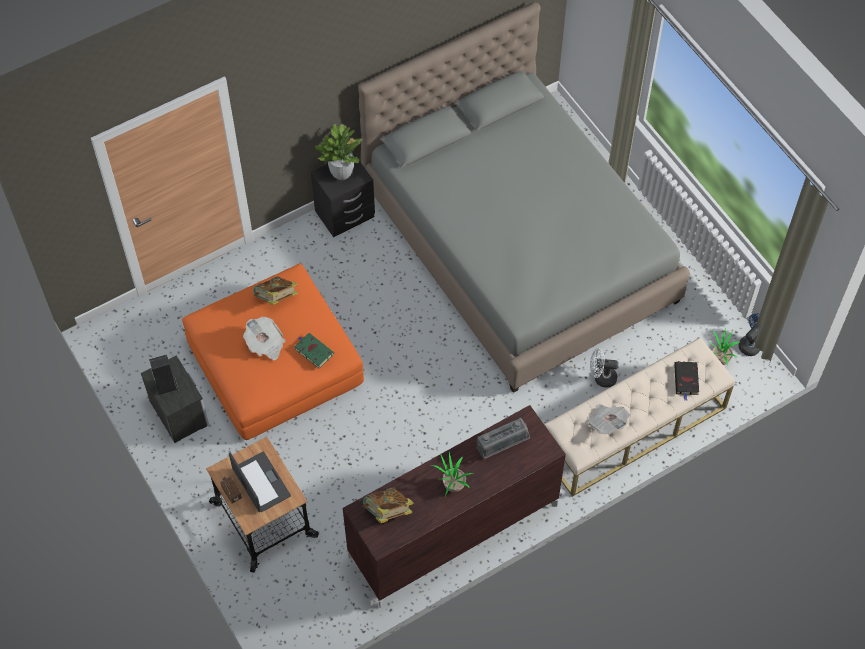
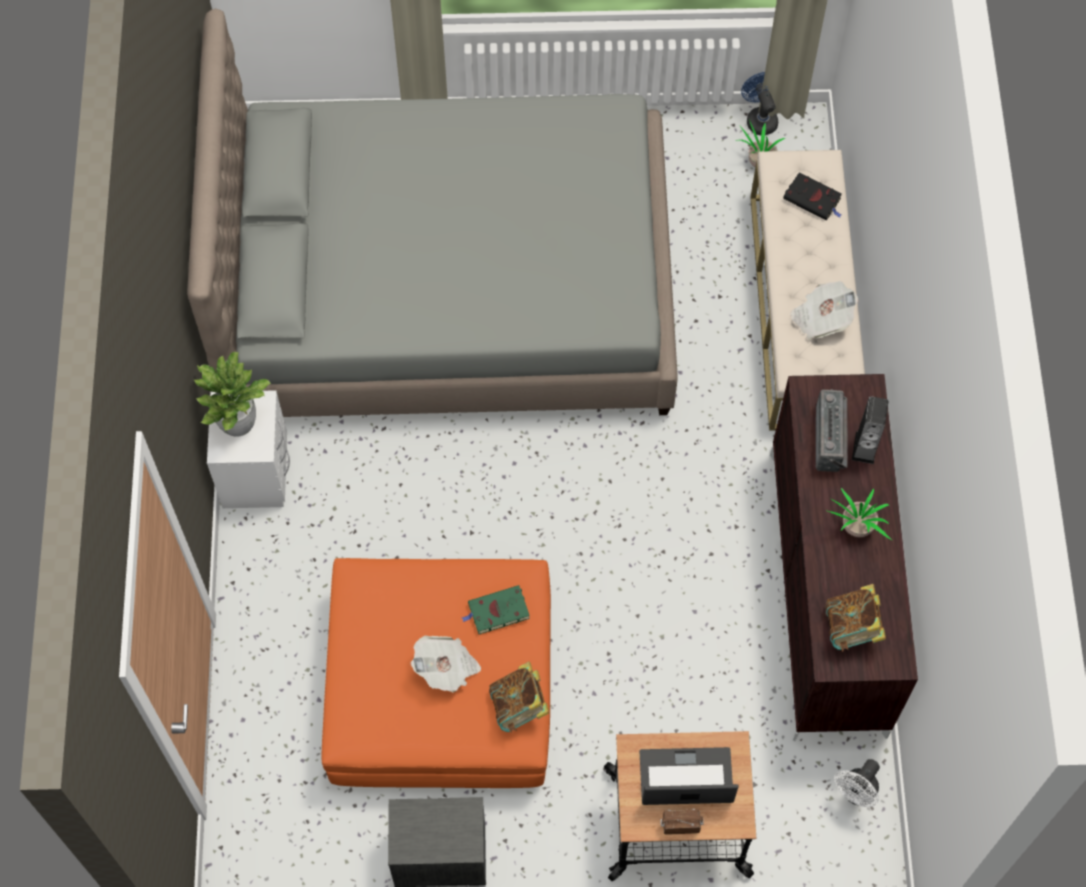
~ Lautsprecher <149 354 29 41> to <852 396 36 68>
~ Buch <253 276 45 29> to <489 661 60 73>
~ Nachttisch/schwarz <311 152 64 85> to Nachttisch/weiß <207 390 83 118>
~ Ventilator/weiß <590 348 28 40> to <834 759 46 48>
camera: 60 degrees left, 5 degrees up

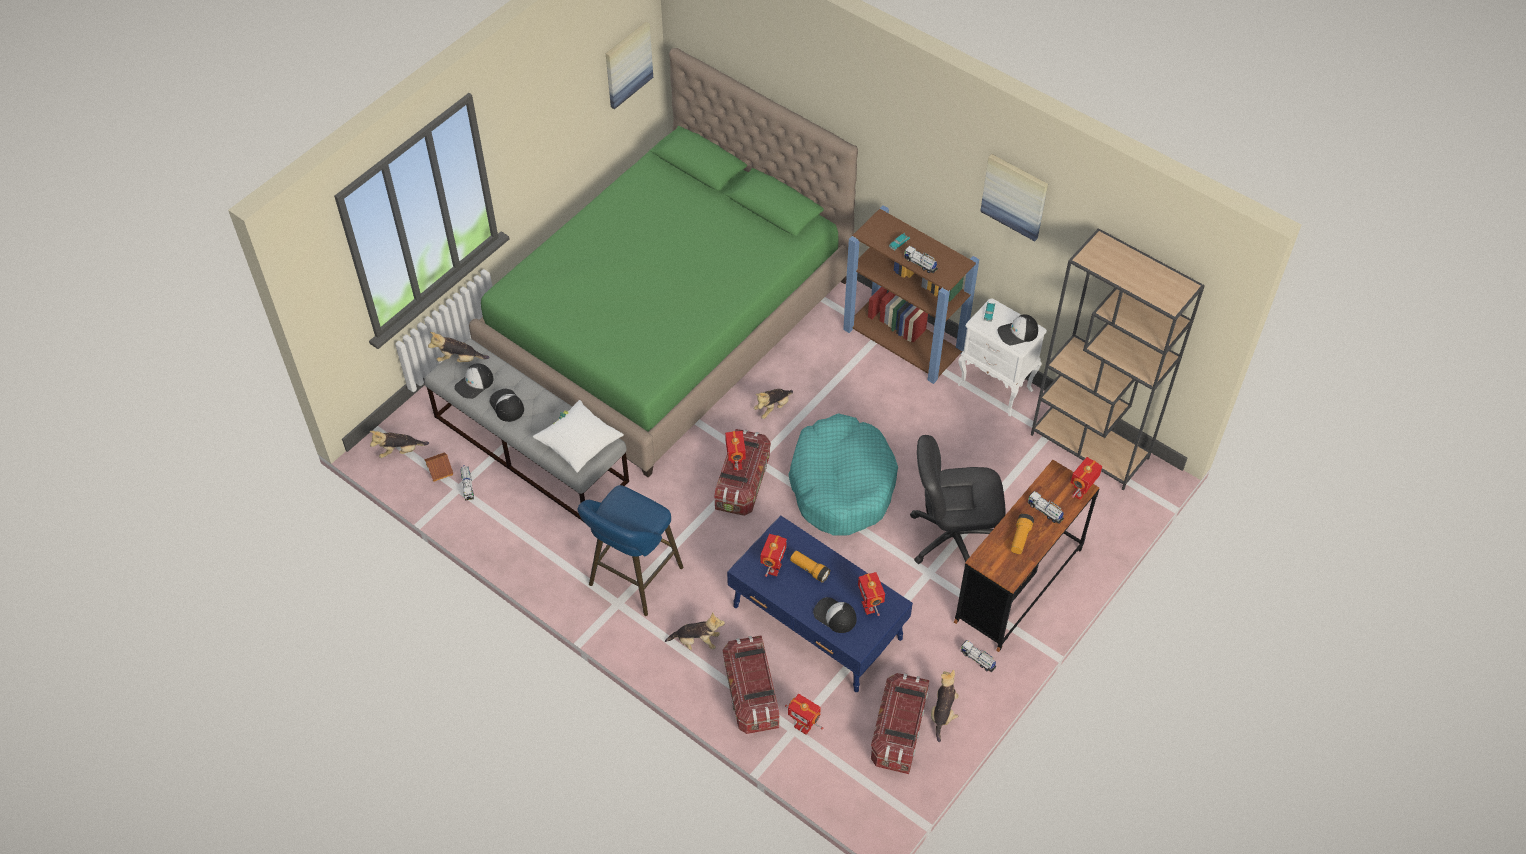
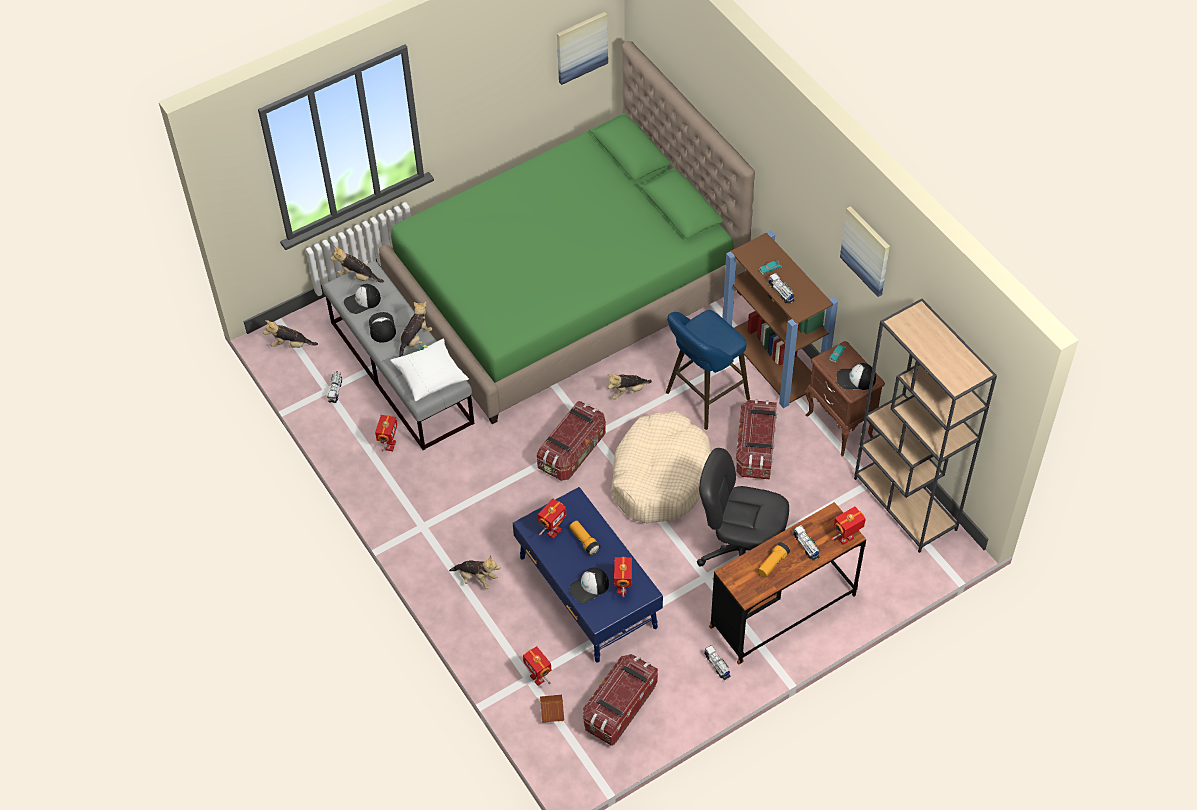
~ Spielzeughaus <424 452 29 30> to <540 695 24 28>
~ Hocker/blau <578 485 105 131> to <666 310 84 120>
~ Aufbewahrungsbox <723 636 56 98> to <736 399 41 80>
~ Spielzeugroboter <725 431 21 40> to <375 415 22 36>
~ Hundebett/türkis <788 413 110 123> to Hundebett/beige <611 411 101 112>
~ Kappe <813 597 43 36> = <569 567 40 36> 90 degrees counterclockwise
~ Plüschtier <931 670 28 72> to <399 302 33 55>
~ Nachttisch/weiß <958 298 89 118> to Nachttisch/braun <805 341 80 116>
camera: 20 degrees right, 0 degrees up

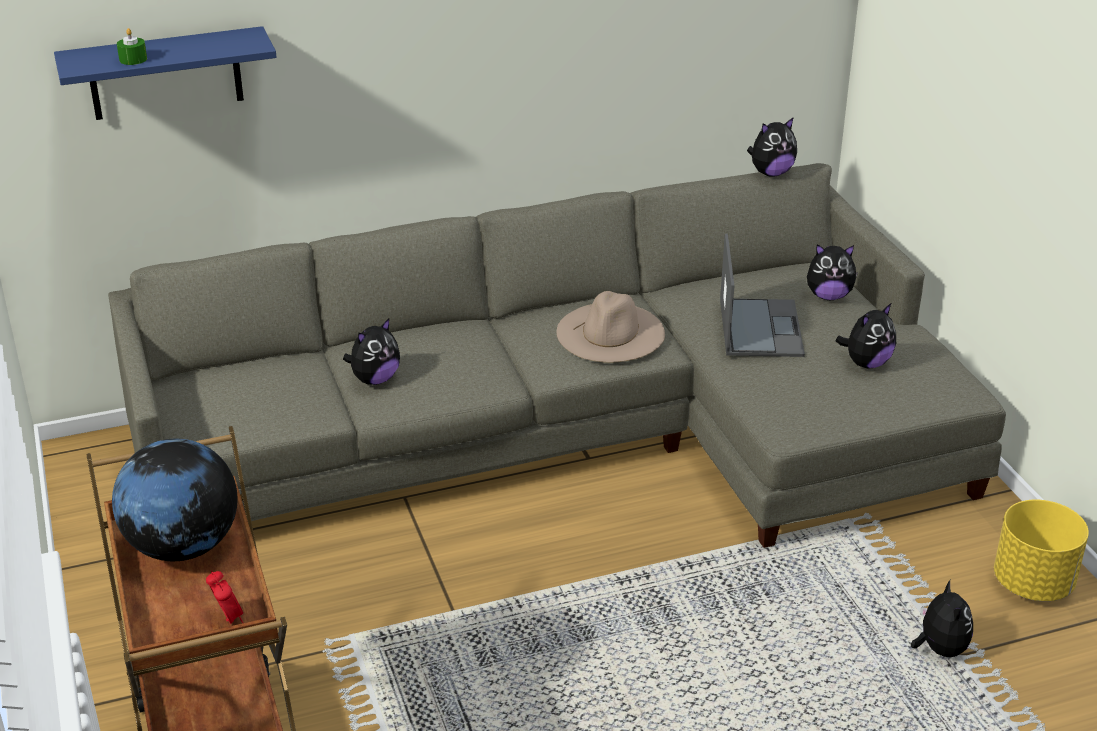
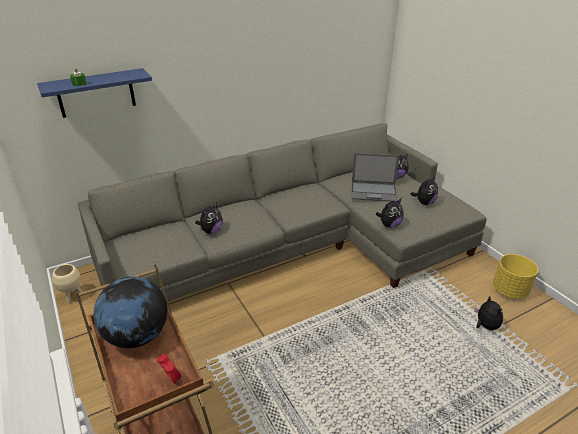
- Hut/beige <557 291 108 72>
~ Laptop <720 233 85 124> = <351 153 48 49> 105 degrees clockwise
~ Plüschtier <747 117 50 60> to <376 199 28 29>
+ Pflanzkübel/beige <52 264 30 40>
camera: 10 degrees left, 0 degrees up

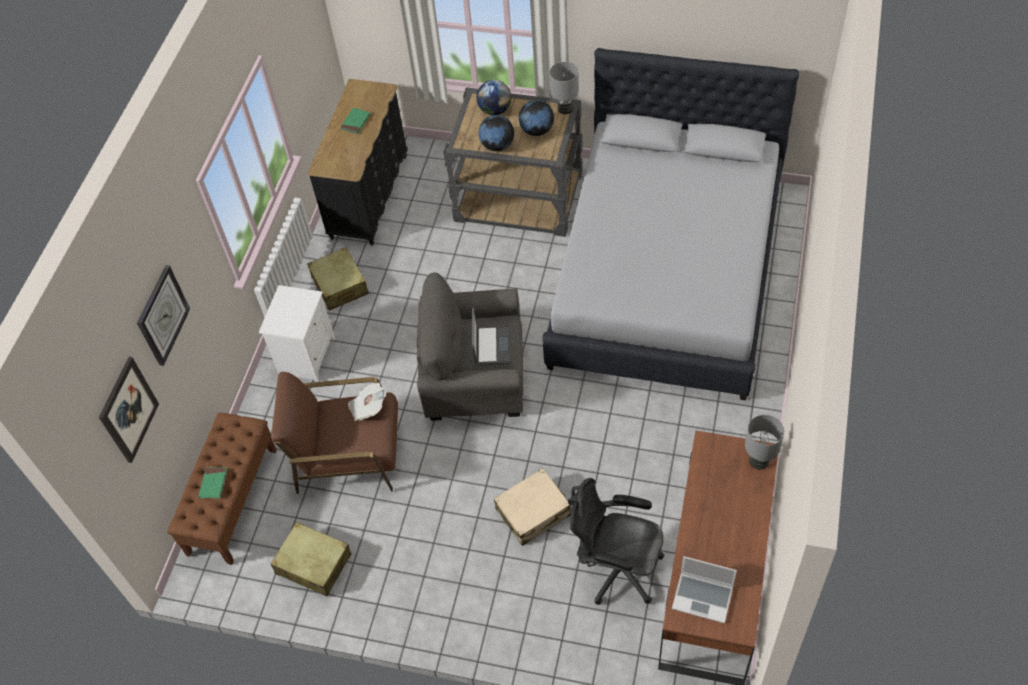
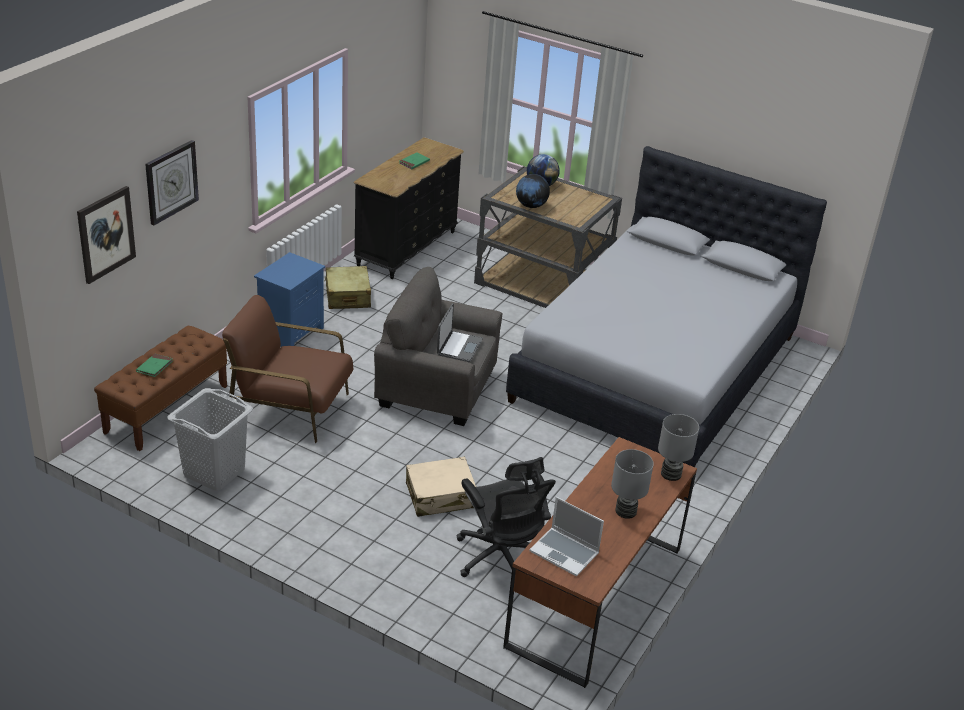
~ Nachttisch/weiß <259 285 76 97> to Nachttisch/blau <254 252 71 95>
~ Koffer/beige <271 522 80 74> to Wäschekorb/grau <167 388 86 103>
- Zeitung <348 383 38 38>
- Globus <519 100 35 36>
~ Tischlampe/grau <550 62 29 52> to <611 449 43 70>
~ Bürostuhl <568 478 96 127> = <457 457 99 120> 150 degrees counterclockwise
camera: 10 degrees right, 20 degrees down

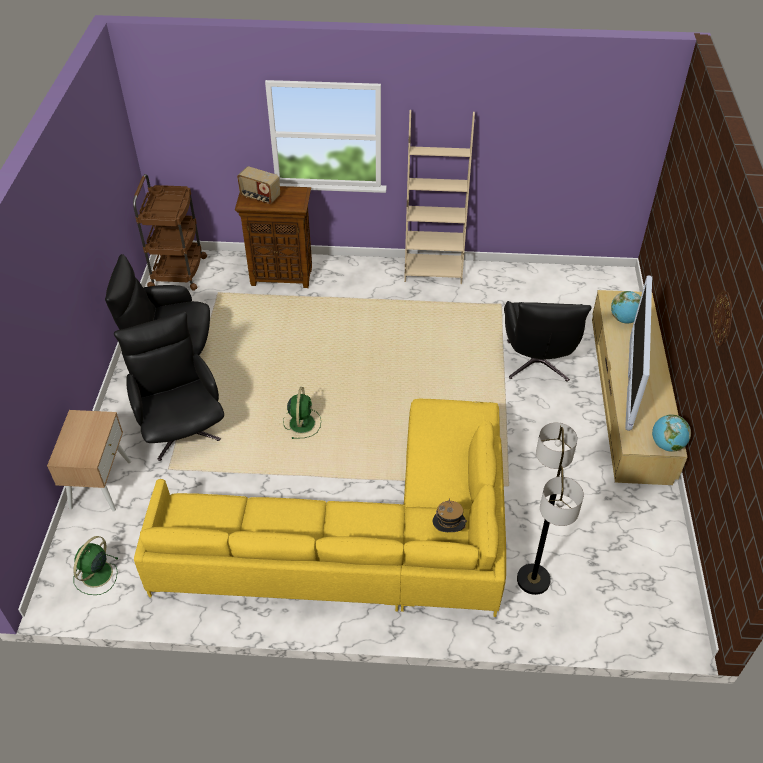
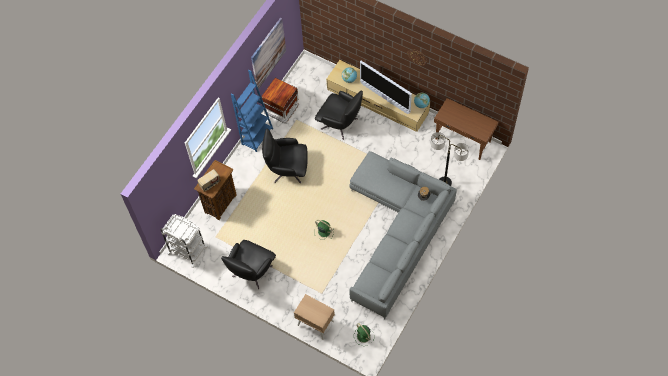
~ Sessel/schwarz <114 311 110 150> to <262 129 46 54>
~ Rollwagen/braun <133 174 74 117> to Rollwagen/weiß <160 214 48 54>
~ Sofa/gelb <134 399 372 218> to Sofa/grau <349 151 108 169>
~ Bücherregal/beige <404 110 71 174> to Bücherregal/blau <231 70 42 82>
+ Bild <251 18 35 71>
+ Nachttisch <261 78 38 46>
+ Konsolentisch/braun <434 98 64 62>
camera: 60 degrees left, 15 degrees up

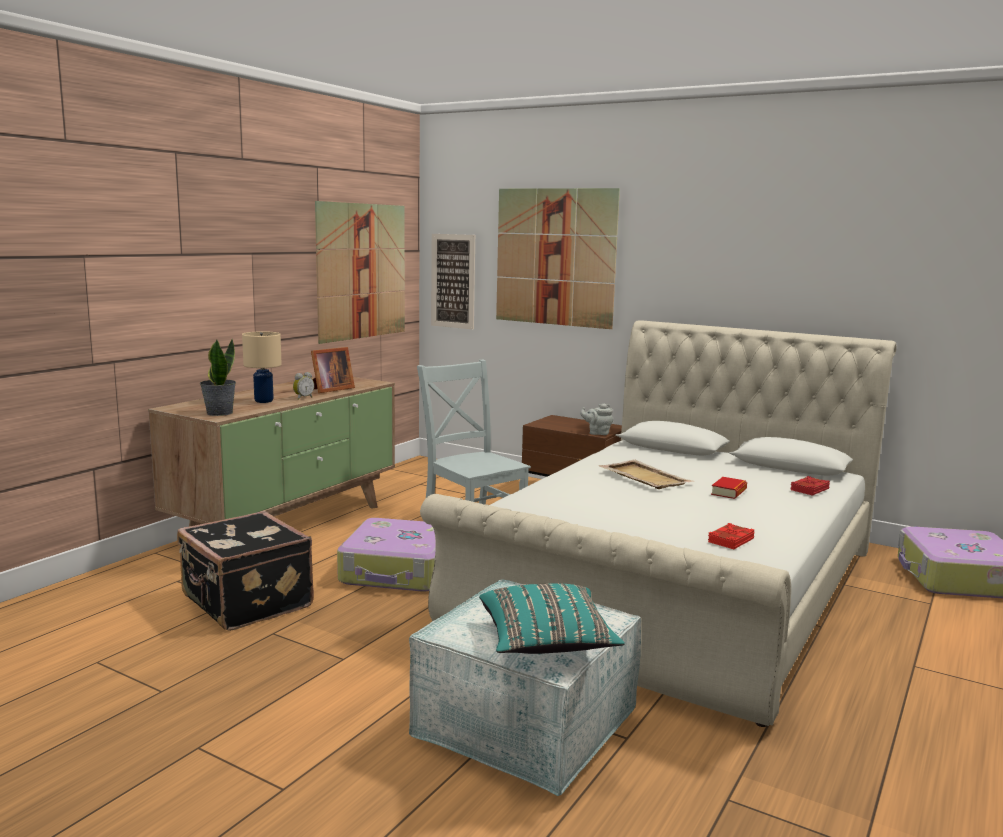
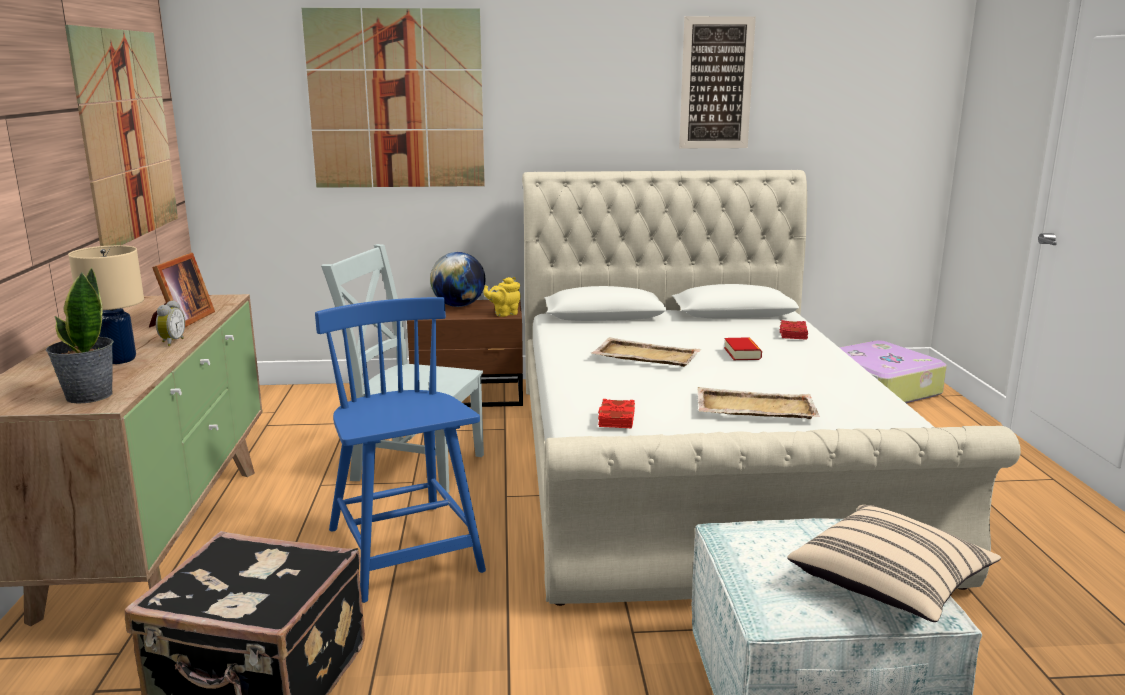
~ Koffer <337 518 98 74> to Stuhl/blau <315 297 171 306>
~ Bild <431 234 44 95> to <679 16 77 132>
~ Kissen/türkis <479 583 146 71> to Kissen/beige <788 505 213 117>
~ Teekanne/grau <580 403 33 32> to Teekanne/gelb <484 277 36 40>
~ Buch/rot <708 523 47 26> to <598 399 37 29>
+ Globus <430 252 55 55>
+ Tablett/beige <697 387 123 32>
camera: 35 degrees left, 5 degrees up

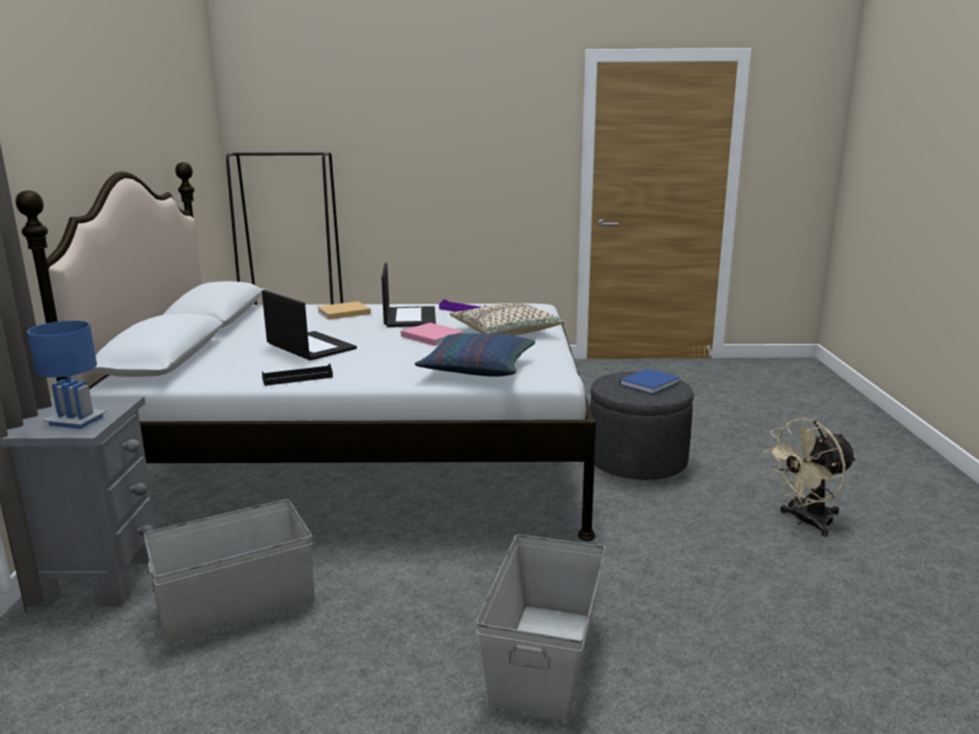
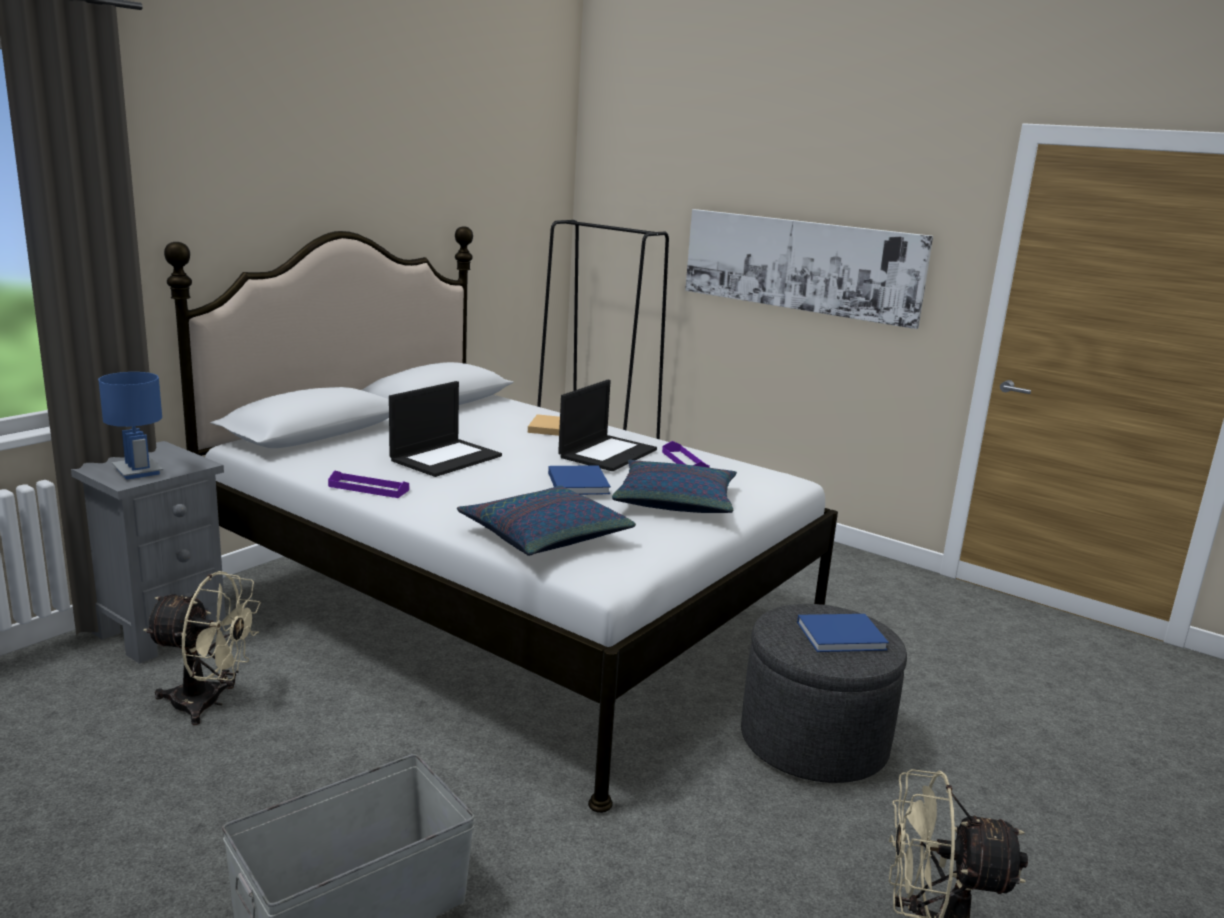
~ Aufbewahrungsbox/grau <143 499 171 146> to Ventilator/beige <143 571 118 154>
~ Laptop <262 290 95 71> = <389 381 113 96> 45 degrees clockwise
~ Tablett/schwarz <262 364 71 22> to Tablett/lila <328 470 81 28>
~ Buch/rosa <401 323 63 23> to Buch/blau <548 465 63 30>
~ Kissen/beige <450 303 113 33> to Kissen/blau <612 460 125 53>
+ Bild <685 209 248 120>
camera: 35 degrees right, 0 degrees up

